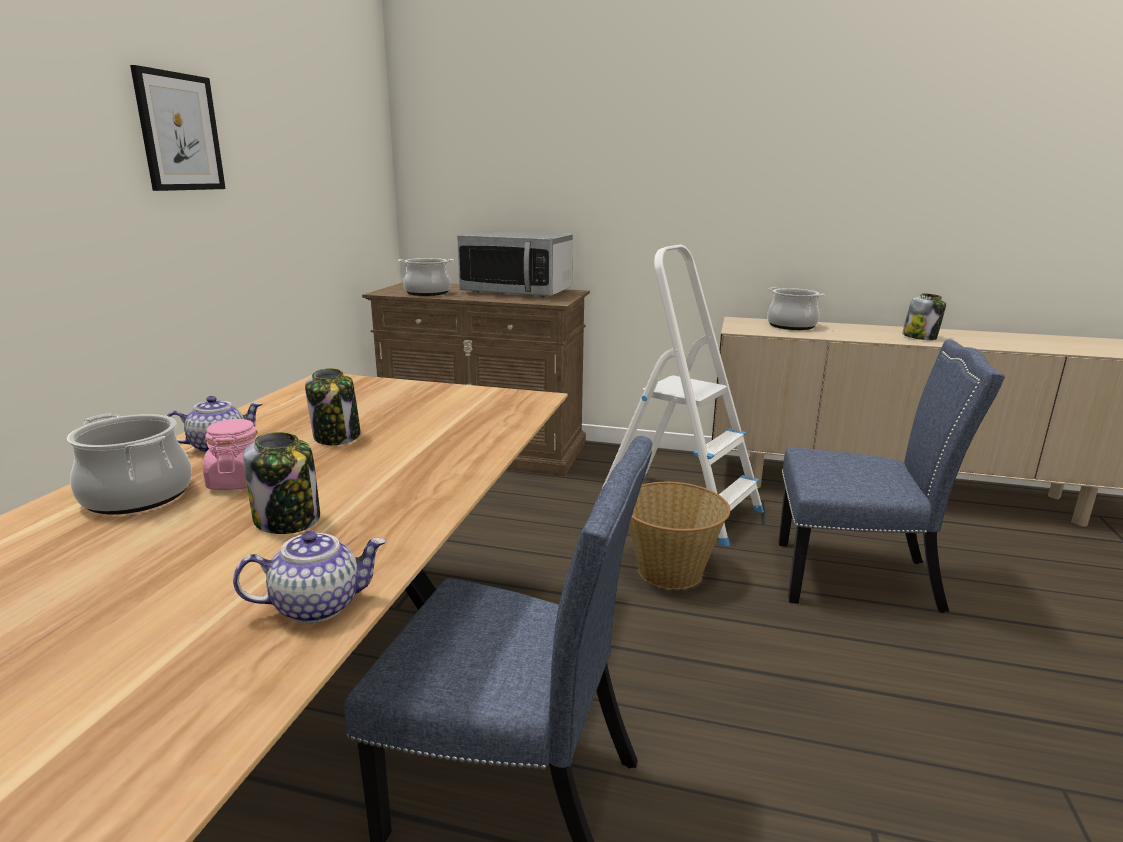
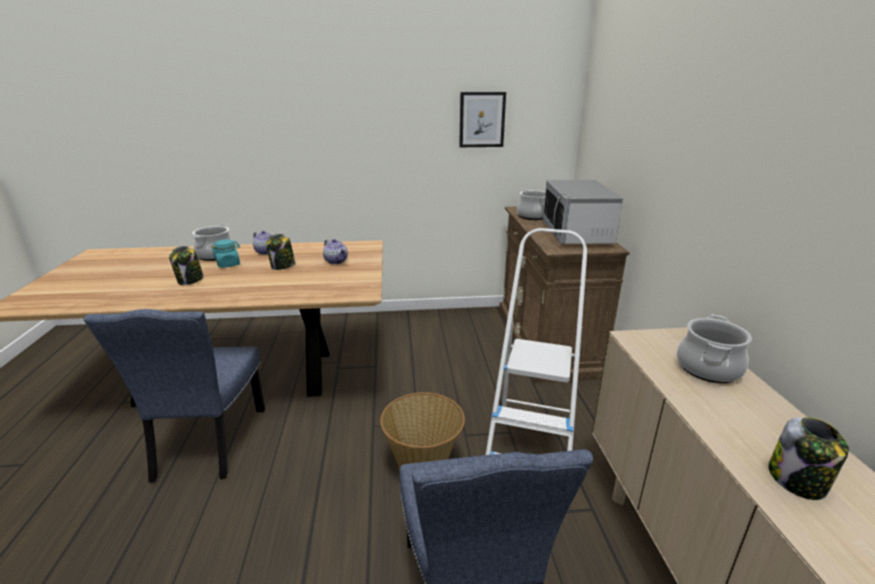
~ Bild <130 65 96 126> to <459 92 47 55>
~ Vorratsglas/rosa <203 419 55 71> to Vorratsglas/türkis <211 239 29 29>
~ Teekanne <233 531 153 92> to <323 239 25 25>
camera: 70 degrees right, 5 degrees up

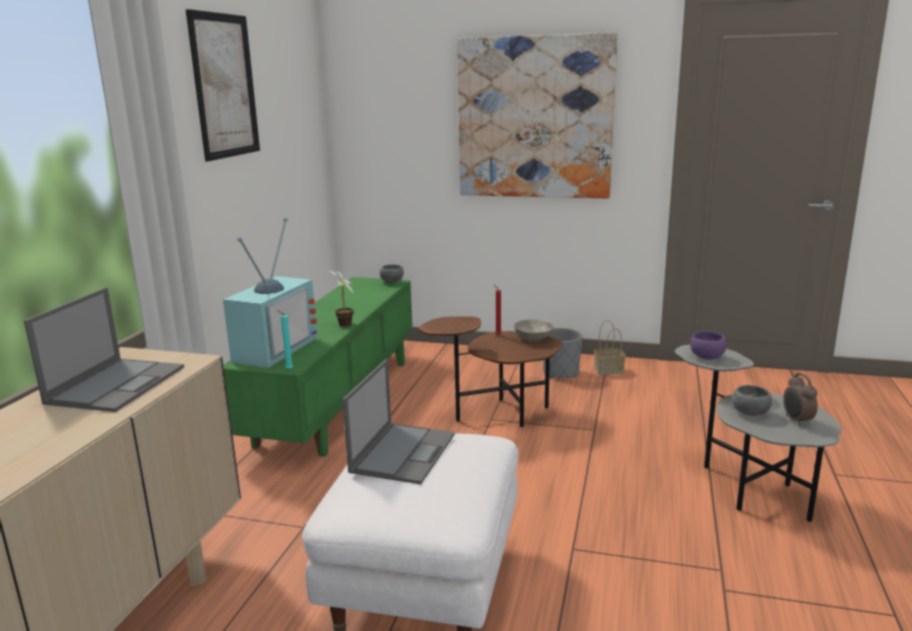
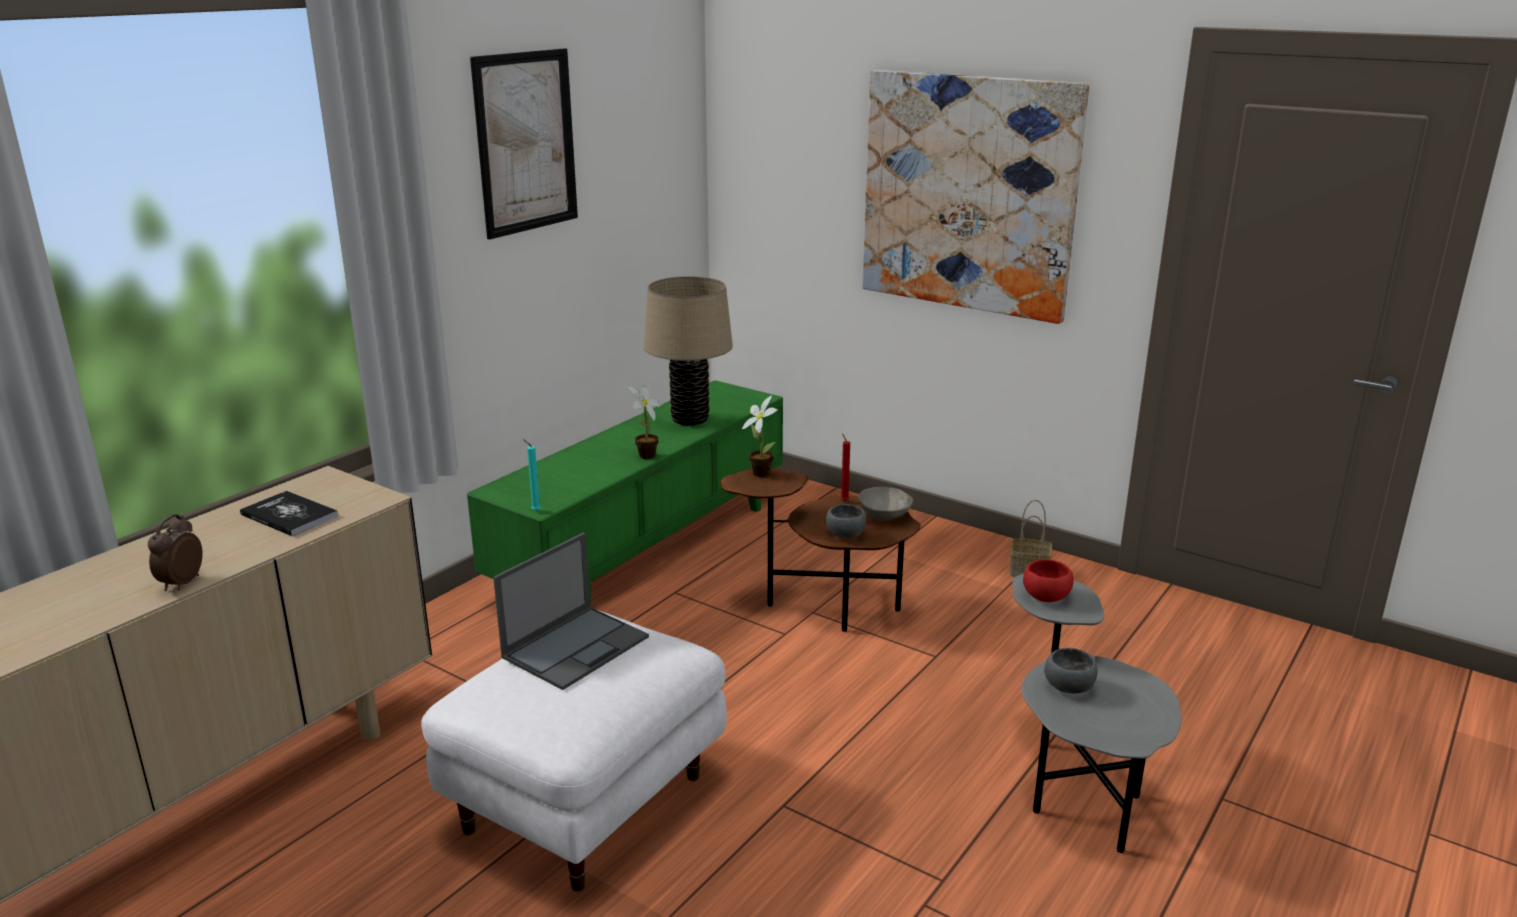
~ Laptop <24 287 160 125> to Buch <240 491 98 45>
- Fernseher <223 217 94 151>
~ Schüssel/grau <380 264 24 19> to <826 504 40 34>
- Pflanzkübel/grau <543 328 39 50>
~ Schüssel/lila <690 331 37 29> to Schüssel/rot <1023 559 51 43>
~ Wecker <783 373 35 54> to <148 514 55 77>
+ Tischlampe/beige <644 276 89 150>
+ Topfpflanze <742 395 35 82>
camera: 20 degrees right, 5 degrees up

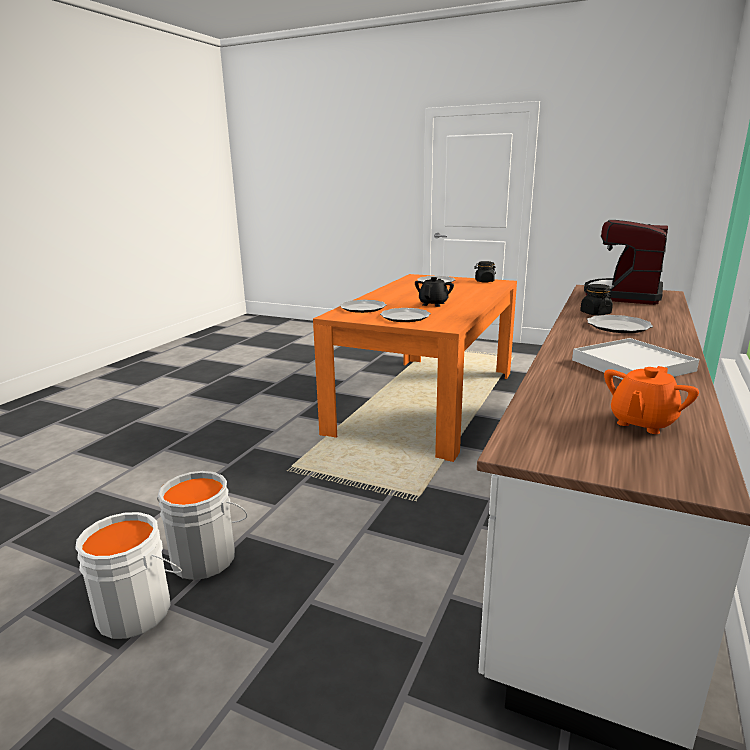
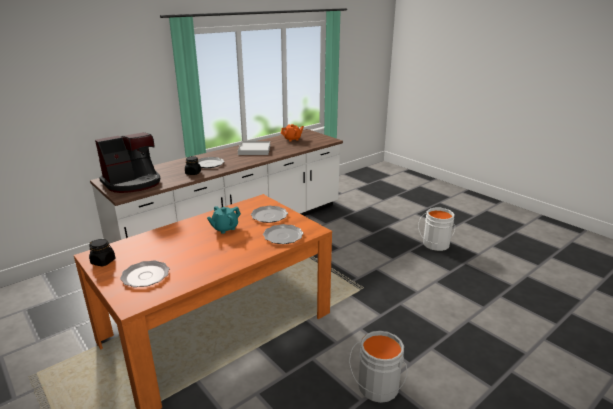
~ Eimer/grau <157 471 90 109> to <349 331 58 72>
~ Teekanne/schwarz <415 277 39 30> to Teekanne/türkis <207 206 34 28>
camera: 155 degrees left, 5 degrees up

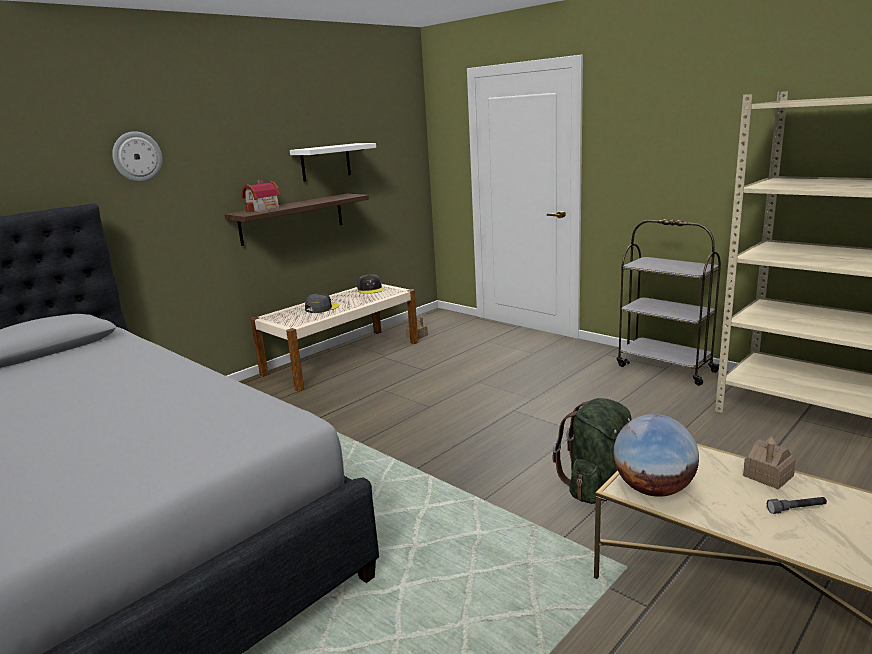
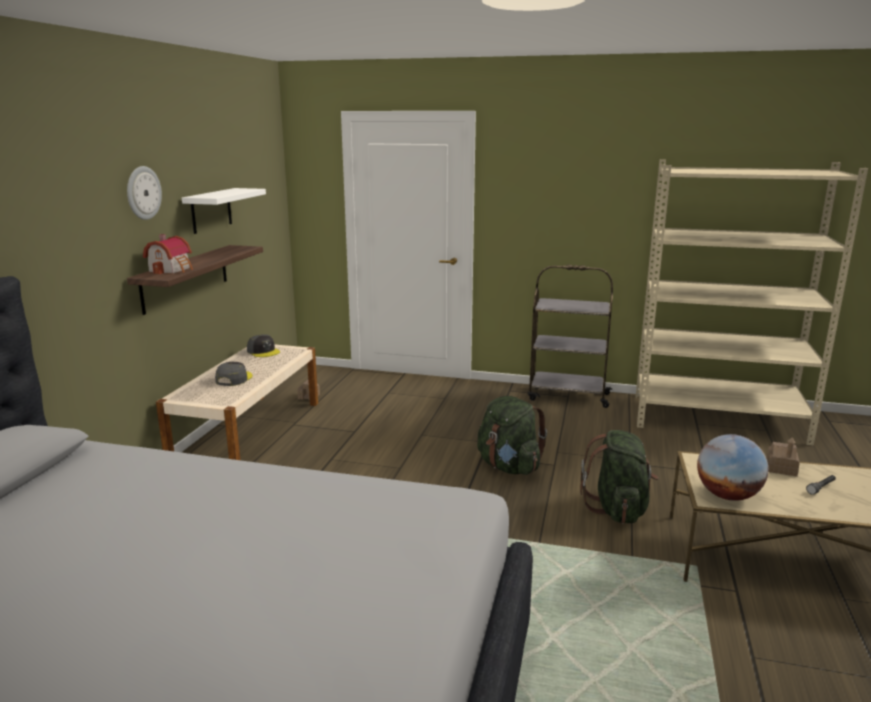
~ Wanduhr <112 131 50 51> to <127 166 35 54>
+ Rucksack/grün <477 396 70 79>
camera: 30 degrees left, 0 degrees up

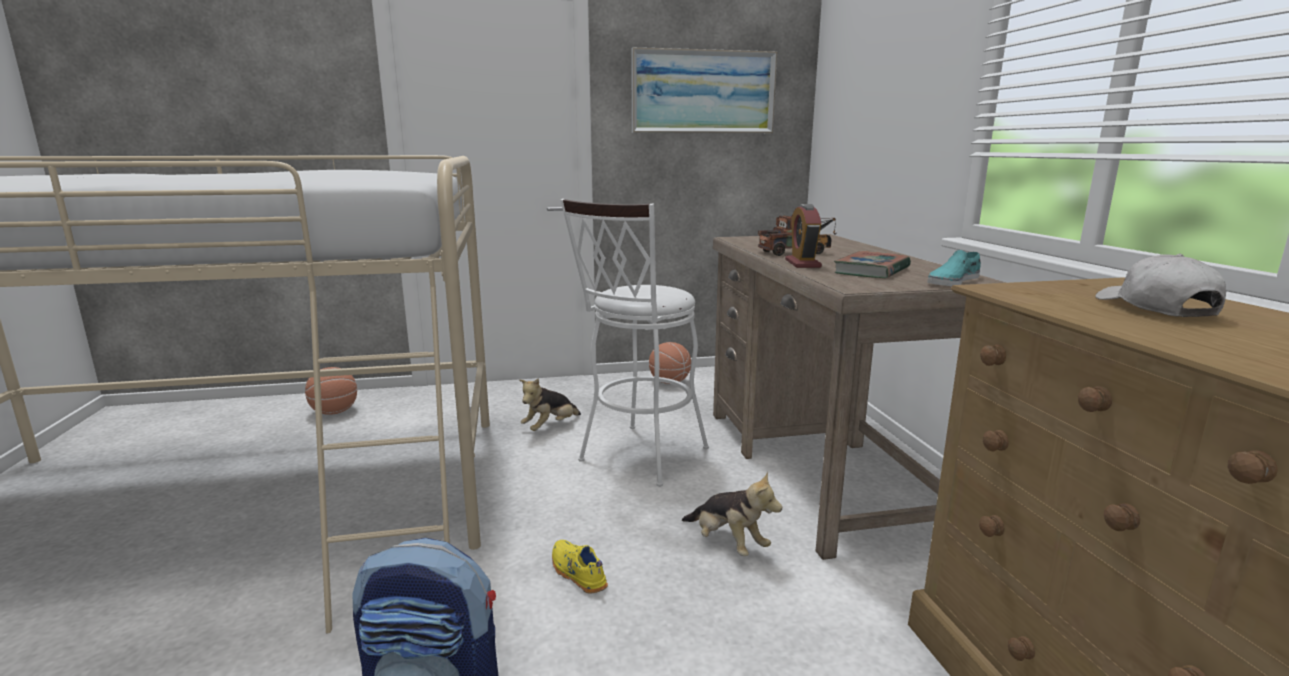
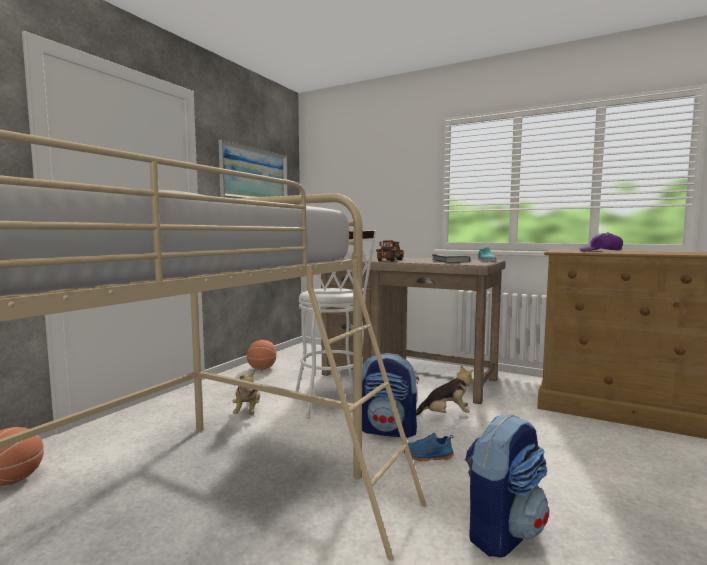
~ Schuh/gelb <552 540 56 54> to Schuh/blau <403 433 51 28>
- Wecker <785 204 37 64>
~ Kappe/weiß <1096 254 130 63> to Kappe/lila <579 232 44 19>
+ Rucksack <362 353 57 85>
camera: 50 degrees left, 10 degrees down

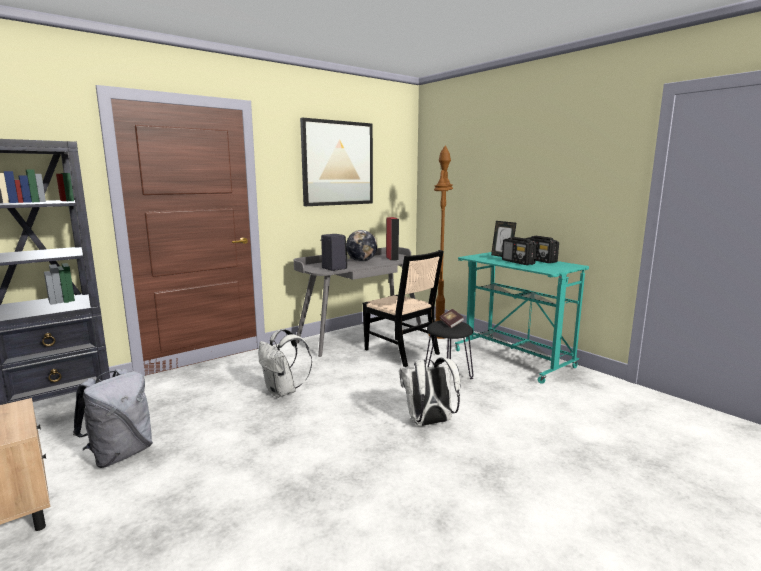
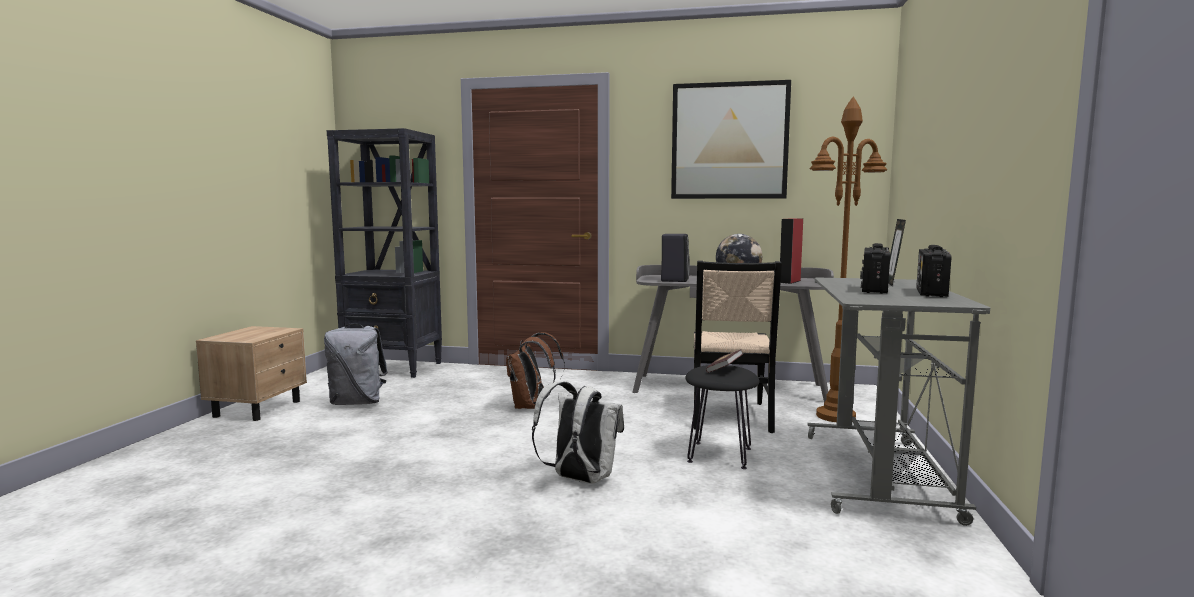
~ Rucksack/weiß <259 329 53 69> to Rucksack/braun <506 332 59 77>
~ Schreibtisch/türkis <455 252 134 132> to Schreibtisch/grau <807 278 183 248>
camera: 50 degrees right, 5 degrees down

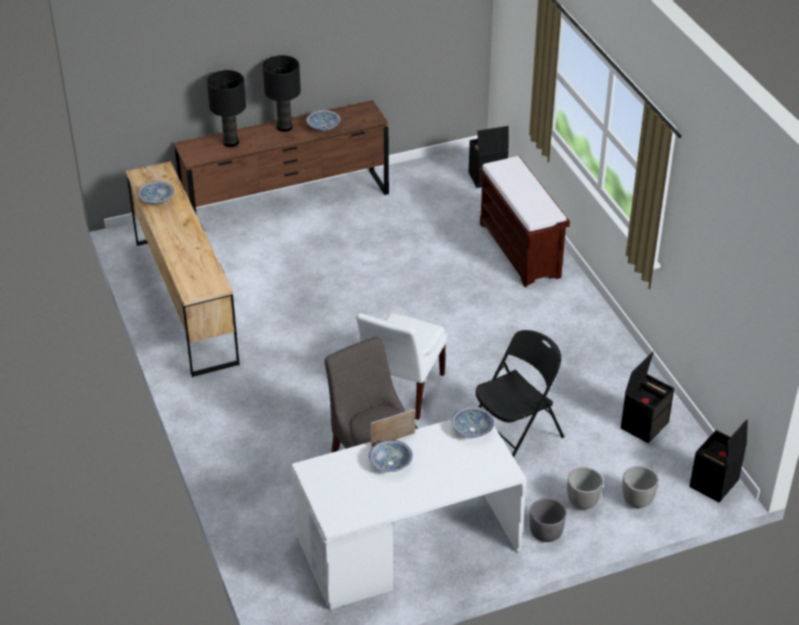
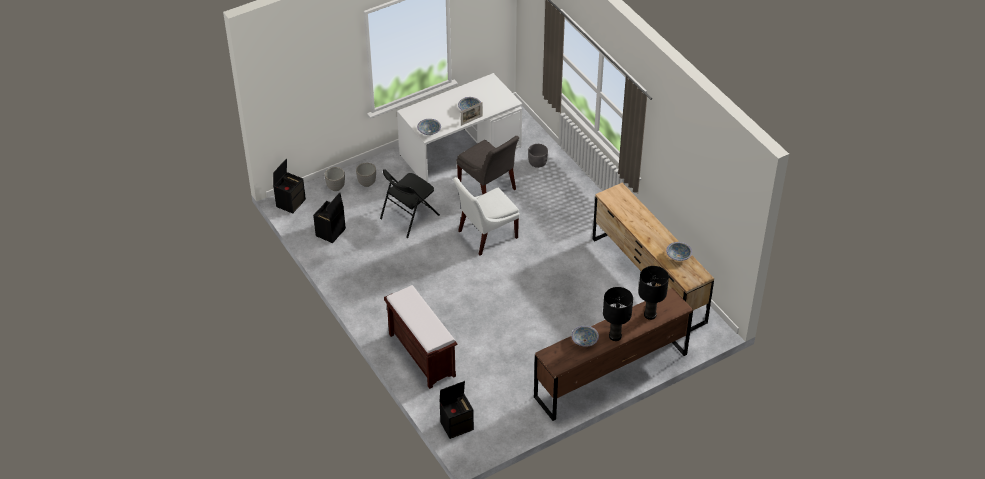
~ Stuhl/weiß <356 313 91 107> = <453 177 66 79> 135 degrees counterclockwise
~ Pflanzkübel/grau <530 498 36 44> to <528 144 20 24>
camera: 170 degrees right, 5 degrees up

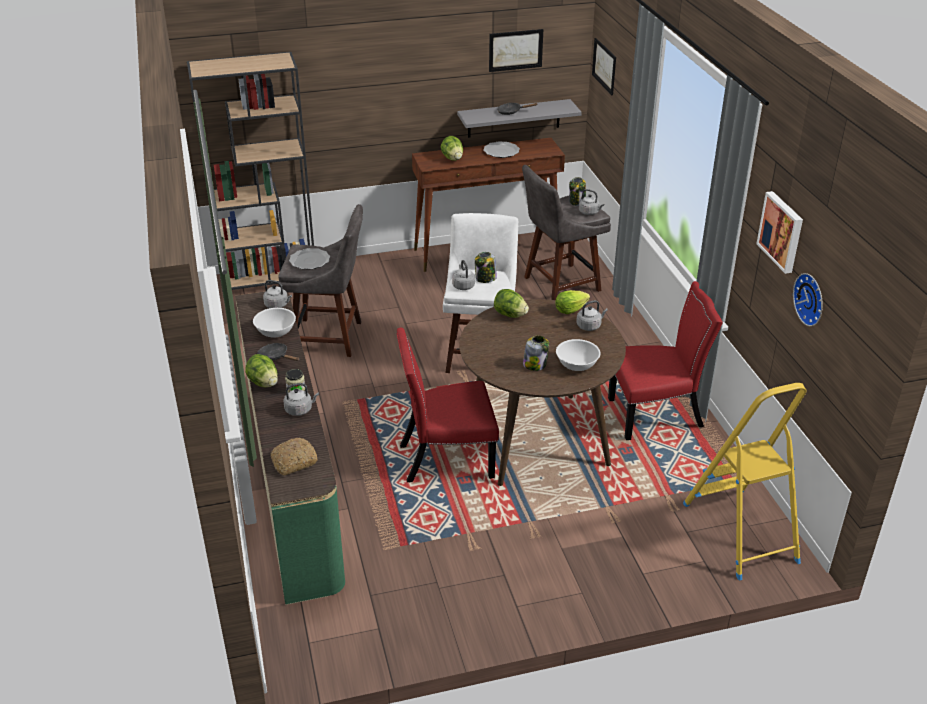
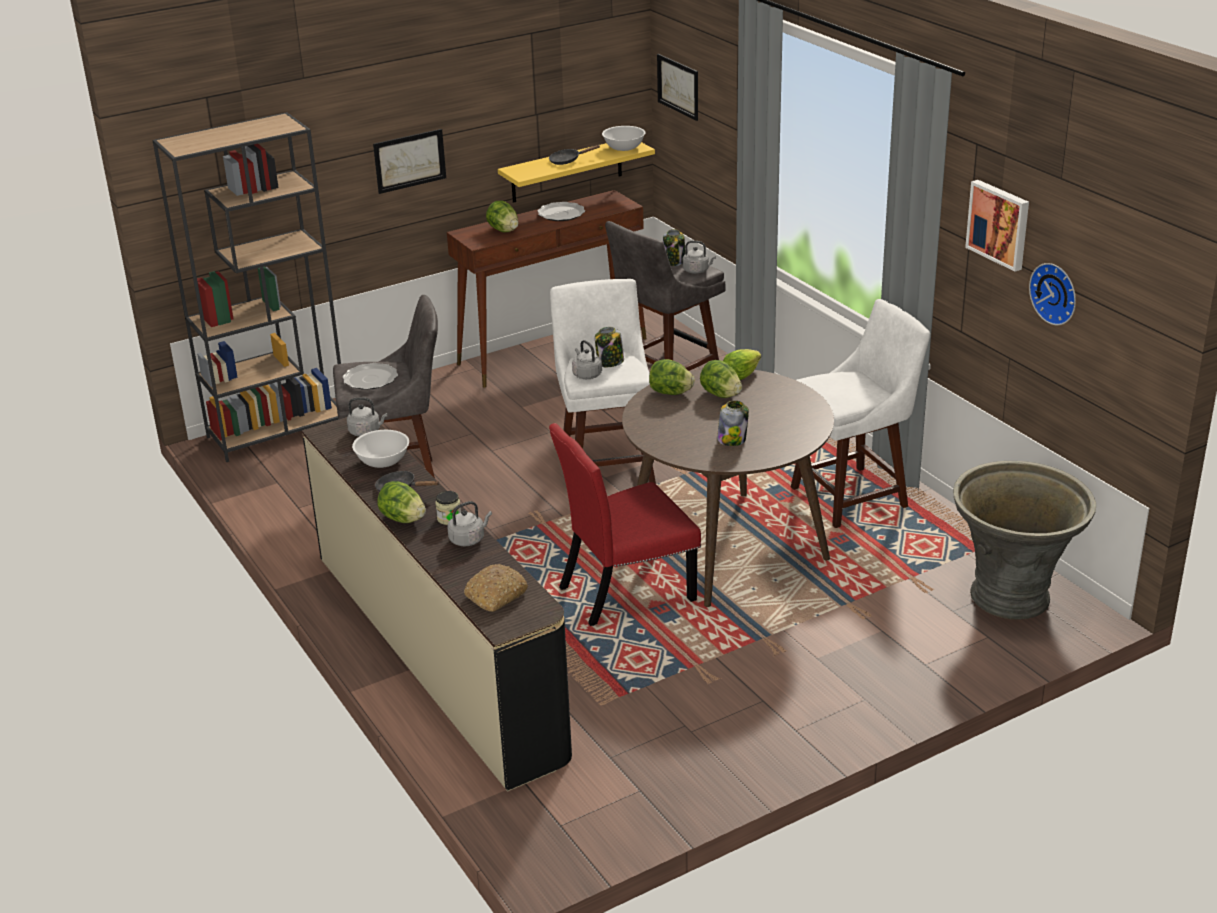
~ Schrank/grün <235 292 110 313> to Schrank/schwarz <302 417 270 375>
~ Wandregal/grau <457 99 125 39> to Wandregal/gelb <498 142 157 61>
~ Bild <489 29 54 43> to <373 129 73 65>
~ Schüssel/weiß <556 339 44 32> to <602 126 44 25>
- Wasserkessel/grau <576 300 32 31>
~ Stuhl/rot <608 281 115 159> to Hocker/weiß <791 299 139 229>
~ Trittleiter/gelb <683 383 123 198> to Pflanzkübel/grau <953 461 143 158>
+ Salatkopf <700 360 42 38>
camera: 15 degrees left, 5 degrees down

